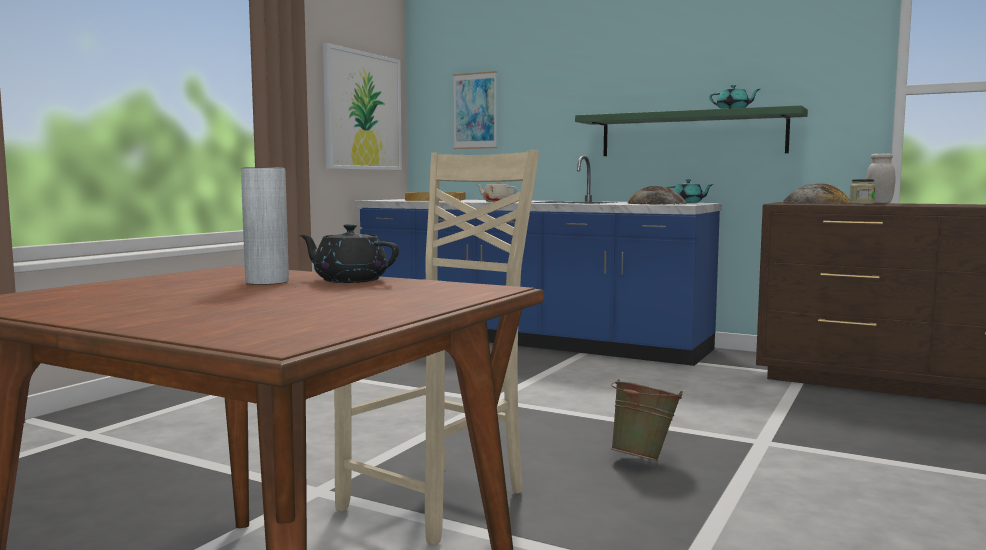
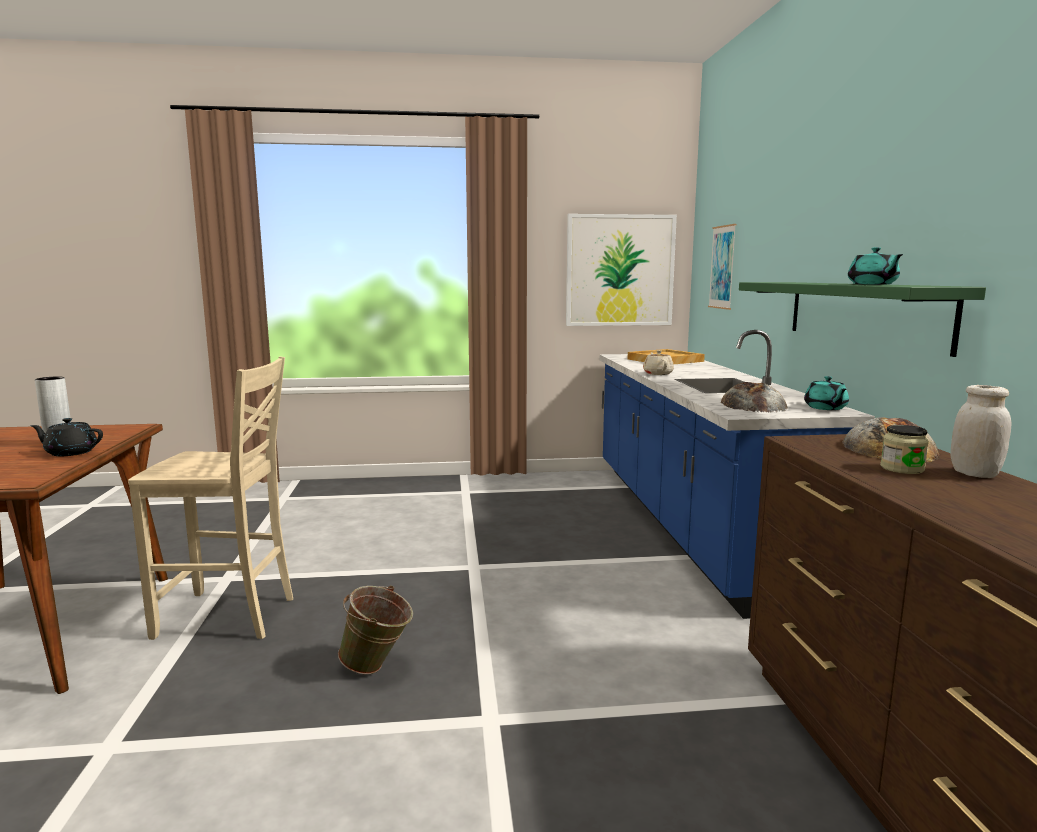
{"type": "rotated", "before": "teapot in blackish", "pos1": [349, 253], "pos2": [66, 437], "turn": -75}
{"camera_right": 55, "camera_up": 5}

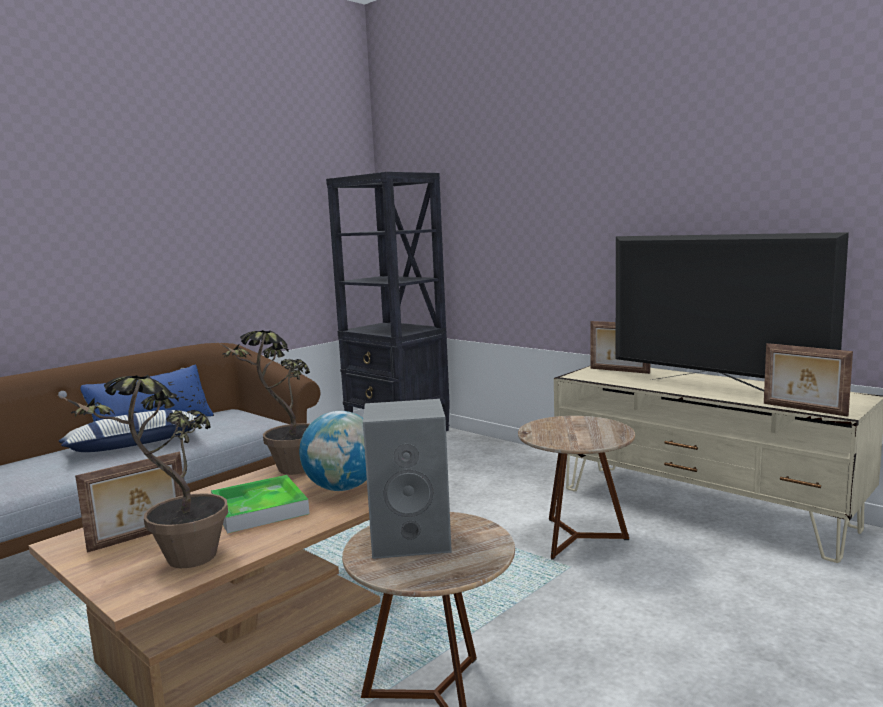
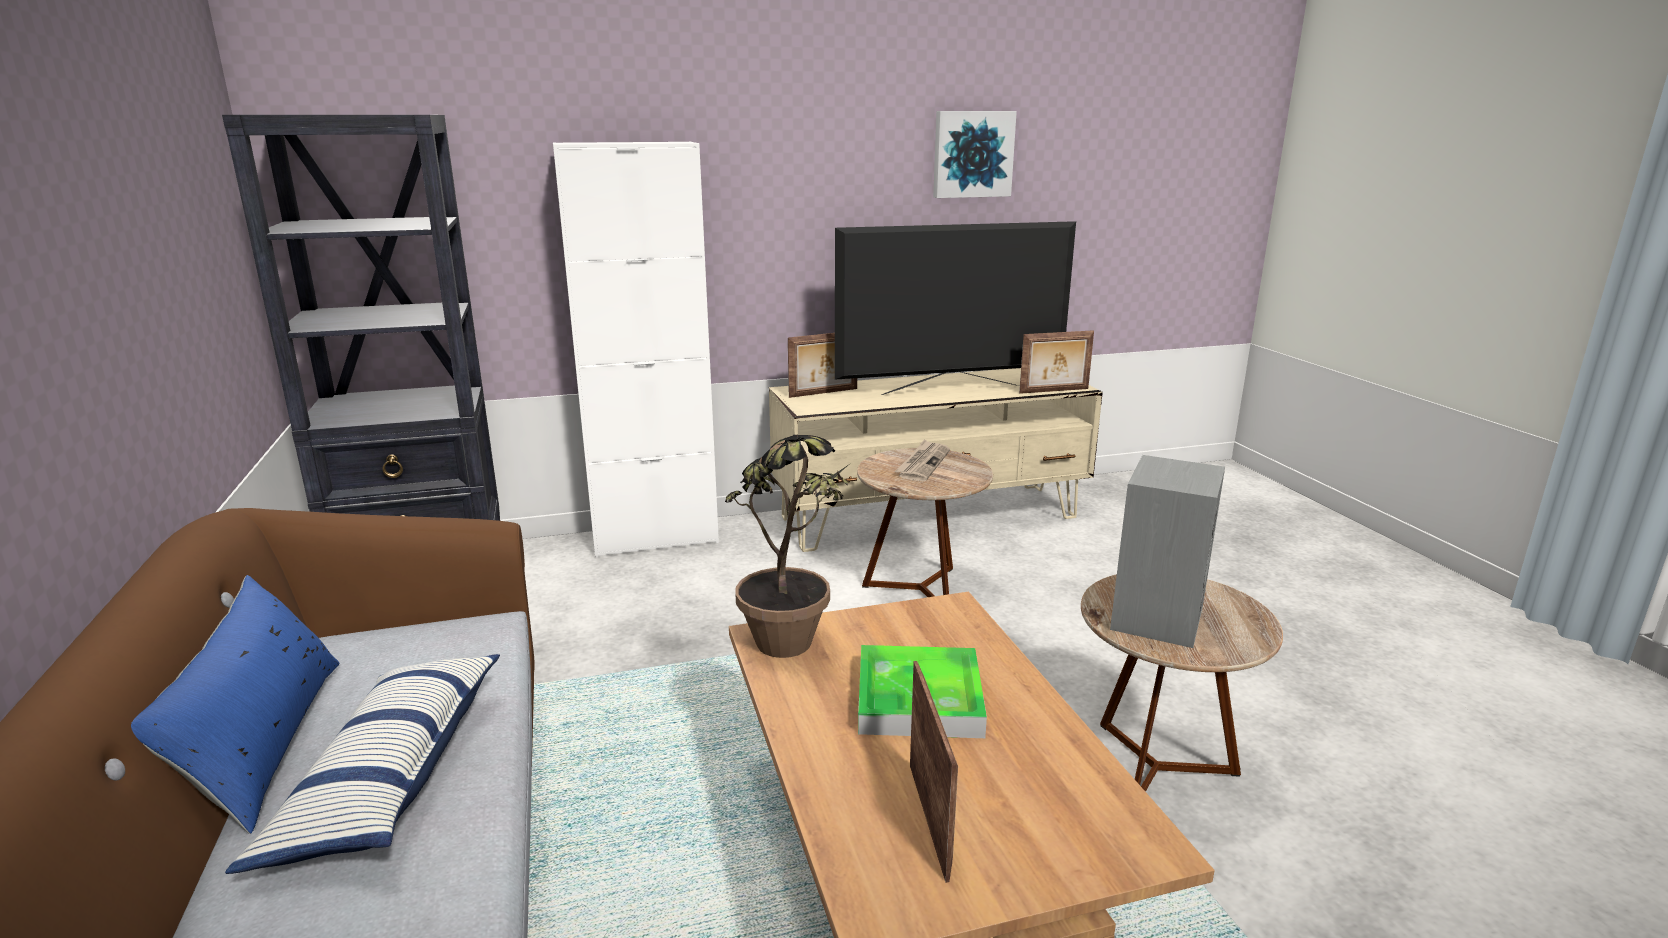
{"type": "gone", "before": "potted plant", "pos1": [143, 471]}
{"type": "gone", "before": "world globe", "pos1": [333, 451]}
{"type": "new", "after": "cupboard in whitish", "pos2": [636, 350]}
{"type": "new", "after": "newspaper", "pos2": [922, 460]}
{"type": "new", "after": "picture", "pos2": [975, 154]}
{"camera_right": -60, "camera_up": 10}

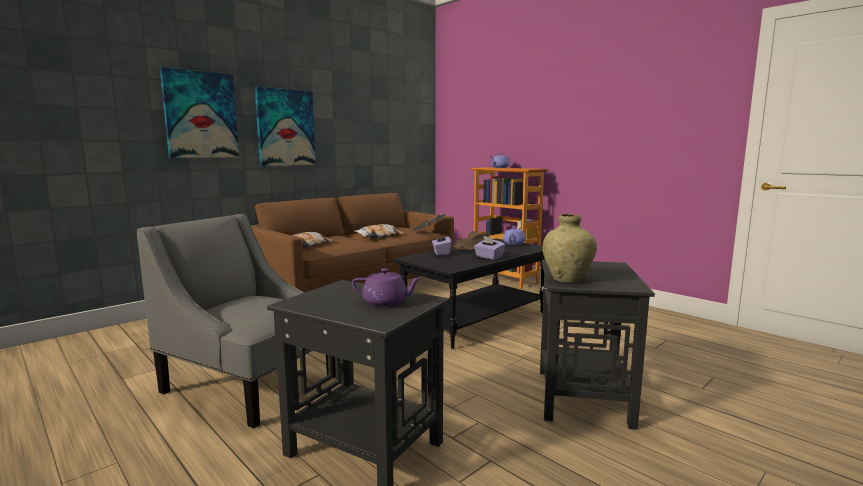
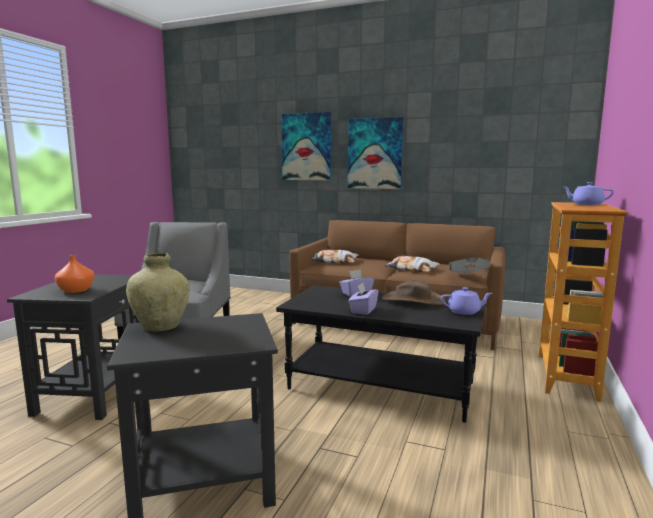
{"type": "swapped", "before": "teapot in purple-coloured", "after": "decorative vase in orange", "pos1": [387, 287], "pos2": [74, 274]}
{"camera_right": 65, "camera_up": 0}

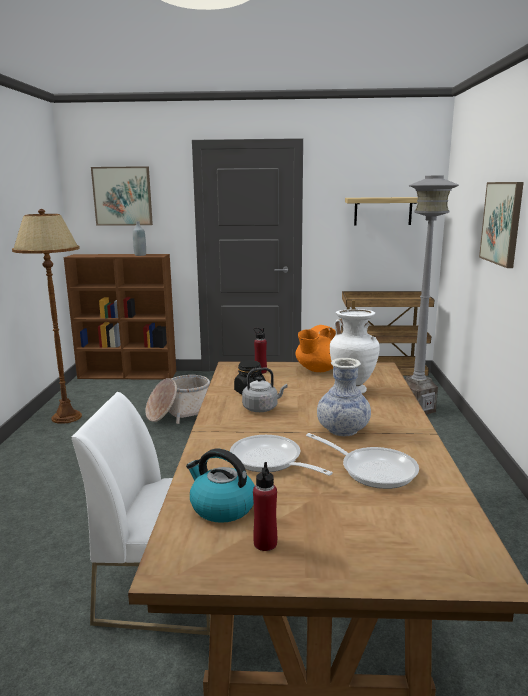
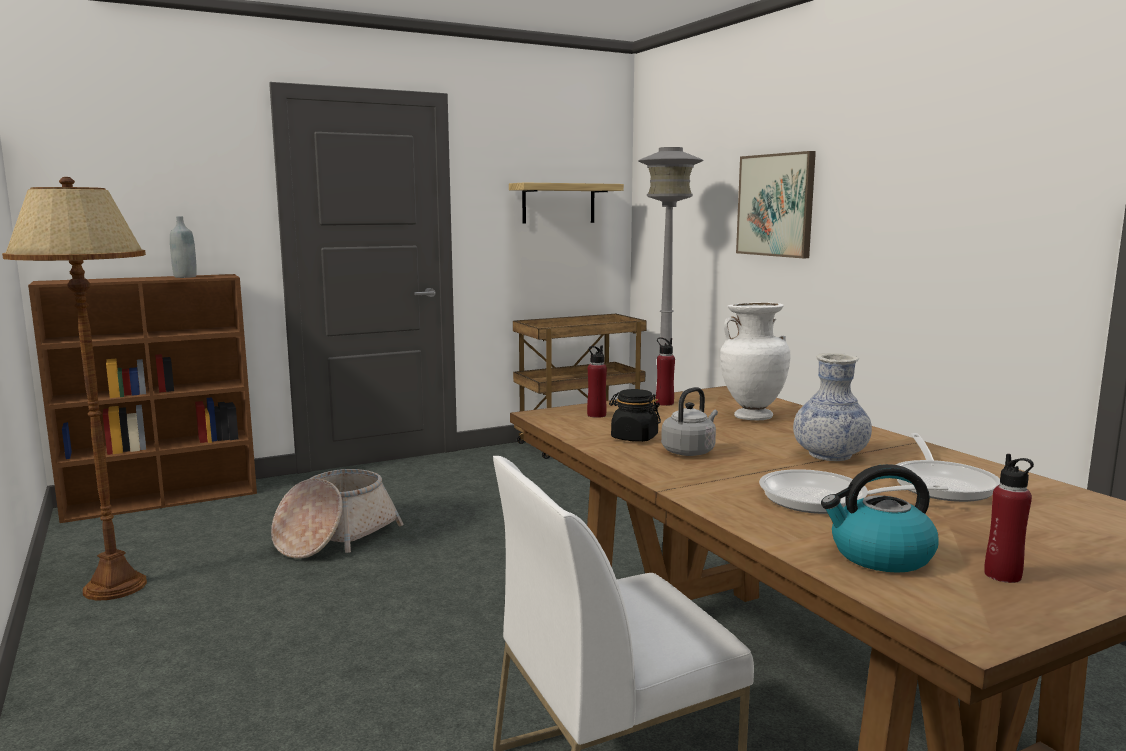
{"type": "gone", "before": "picture", "pos1": [122, 196]}
{"type": "swapped", "before": "teapot in orange", "after": "bottle in reddish", "pos1": [316, 348], "pos2": [665, 371]}
{"type": "rotated", "before": "frying pan", "pos1": [362, 461], "pos2": [948, 467], "turn": 90}
{"camera_right": -30, "camera_up": -5}

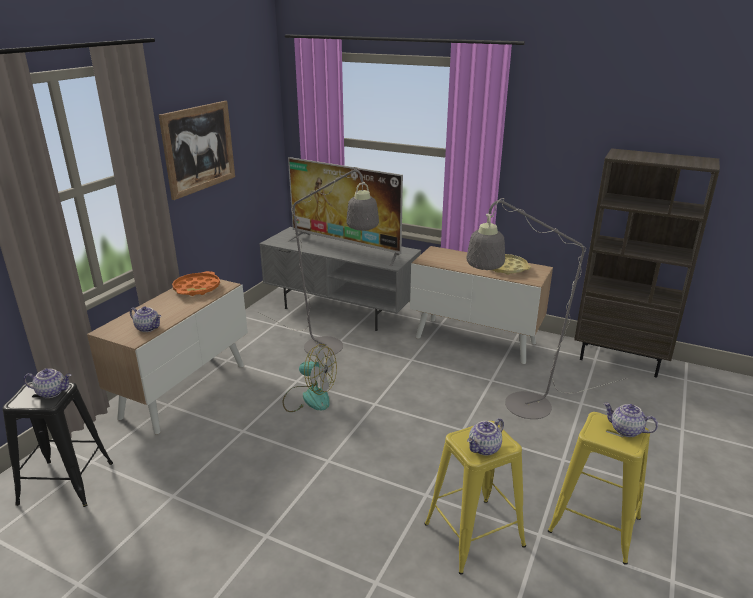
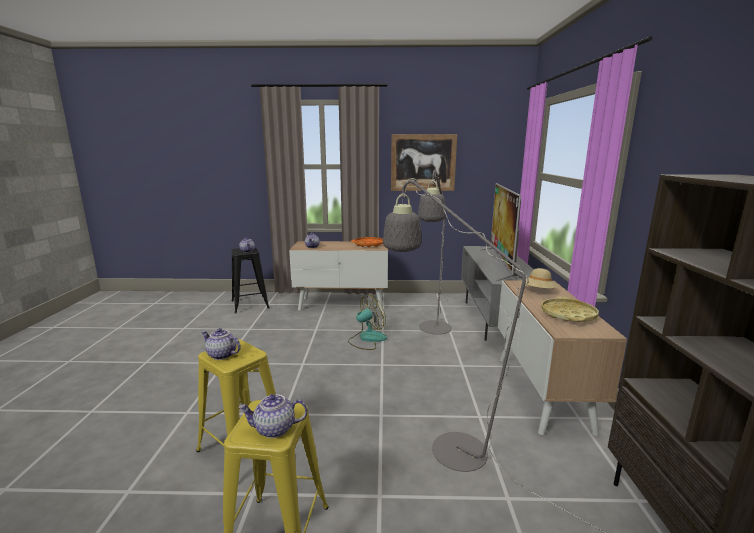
{"type": "rotated", "before": "electric fan", "pos1": [310, 378], "pos2": [367, 322], "turn": -120}
{"type": "rotated", "before": "teapot", "pos1": [630, 419], "pos2": [273, 416], "turn": -105}
{"type": "new", "after": "hat in sand-coloured", "pos2": [539, 278]}
{"camera_right": 65, "camera_up": -10}

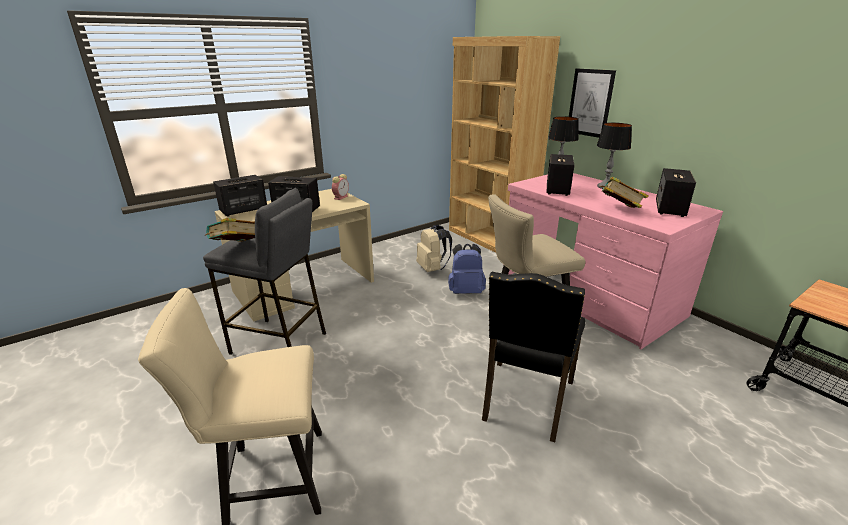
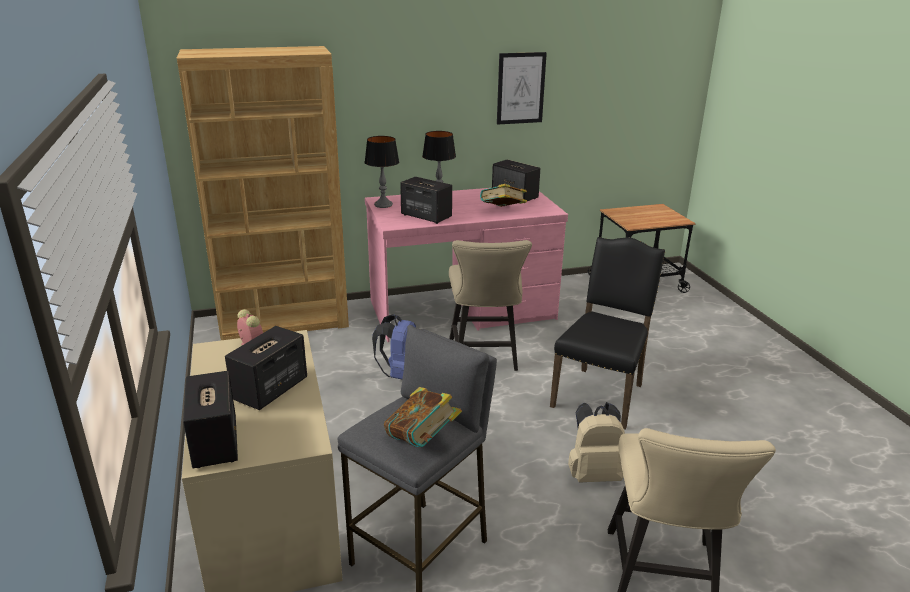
{"type": "shifted", "before": "knapsack in sand-coloured", "pos1": [434, 248], "pos2": [596, 442]}
{"type": "rotated", "before": "plain chair in blackish", "pos1": [533, 357], "pos2": [607, 333], "turn": -105}
{"type": "shifted", "before": "picture", "pos1": [592, 103], "pos2": [522, 88]}
{"camera_right": -70, "camera_up": 0}

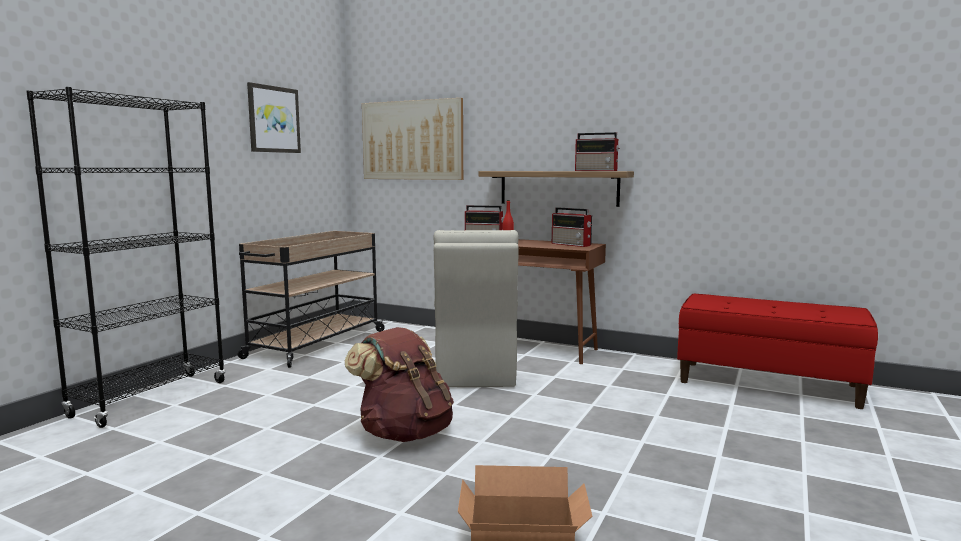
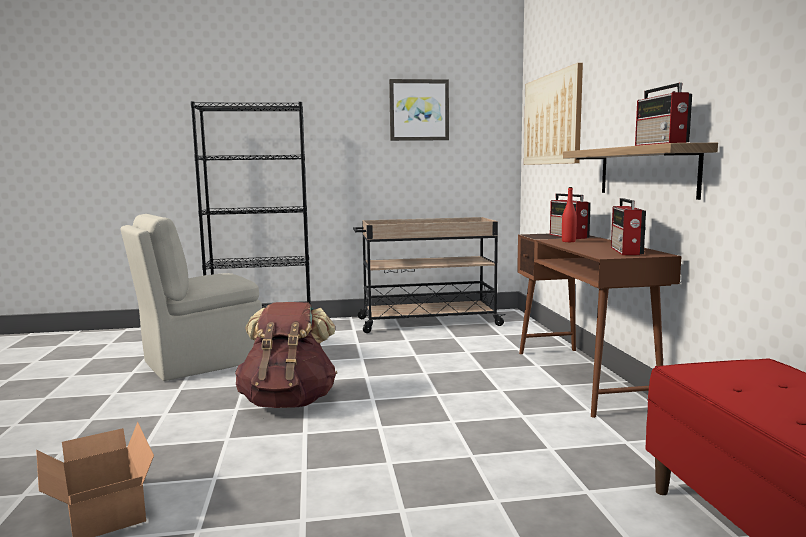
{"type": "shifted", "before": "plain chair in sand-coloured", "pos1": [476, 308], "pos2": [191, 297]}
{"camera_right": 55, "camera_up": 0}

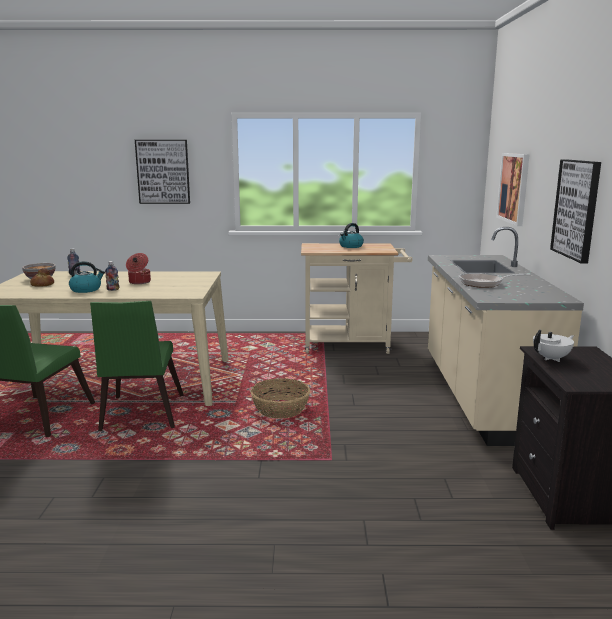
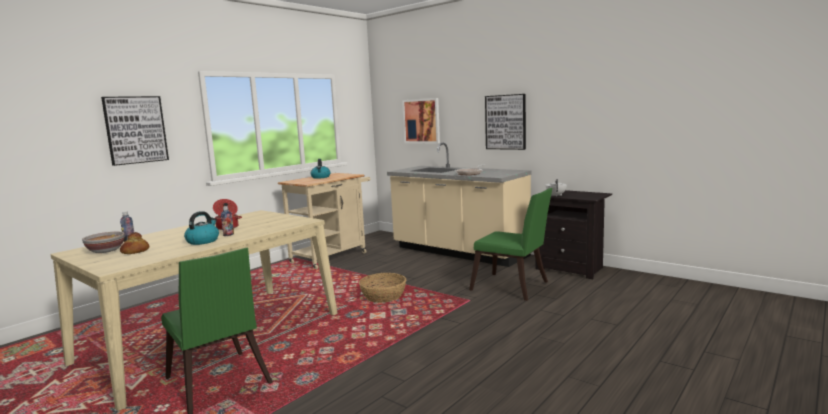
{"type": "shifted", "before": "plain chair in green-coloured", "pos1": [137, 366], "pos2": [510, 244]}
{"camera_right": -50, "camera_up": -5}

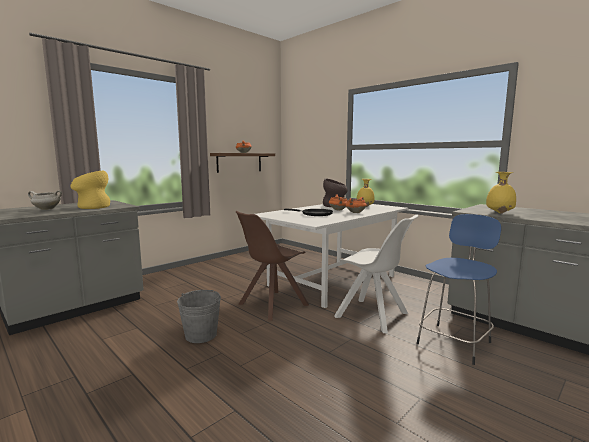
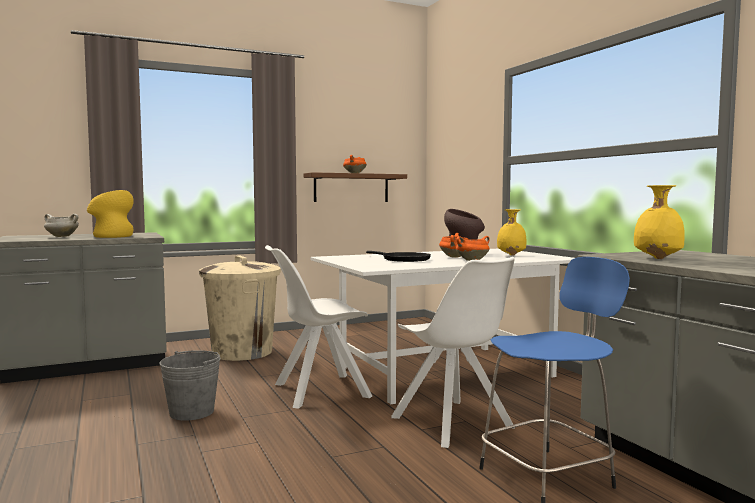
{"type": "repainted", "before": "plain chair in brownish", "after": "plain chair in whitish", "pos1": [272, 265], "pos2": [318, 327]}
{"type": "new", "after": "rubbish bin in sand-coloured", "pos2": [240, 308]}
{"camera_right": 20, "camera_up": -5}

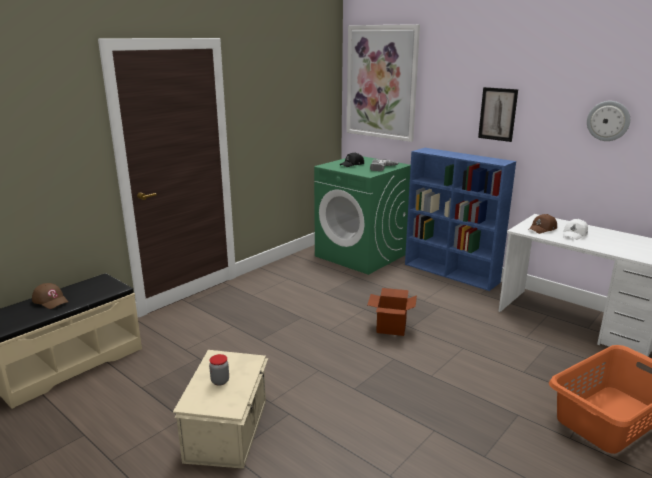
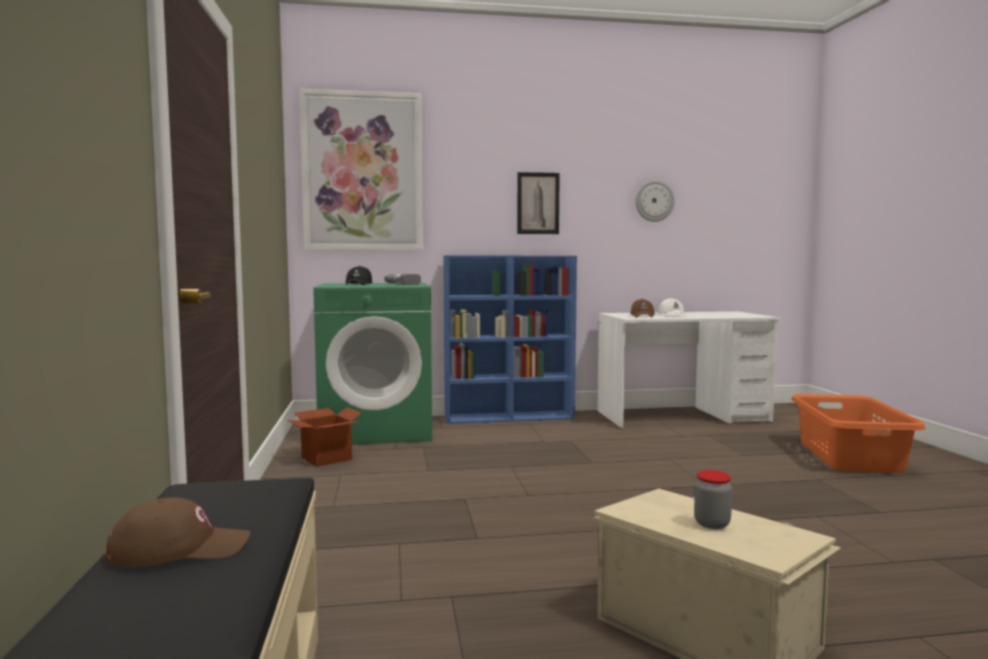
{"type": "shifted", "before": "packing box", "pos1": [392, 312], "pos2": [324, 437]}
{"camera_right": -50, "camera_up": -15}

